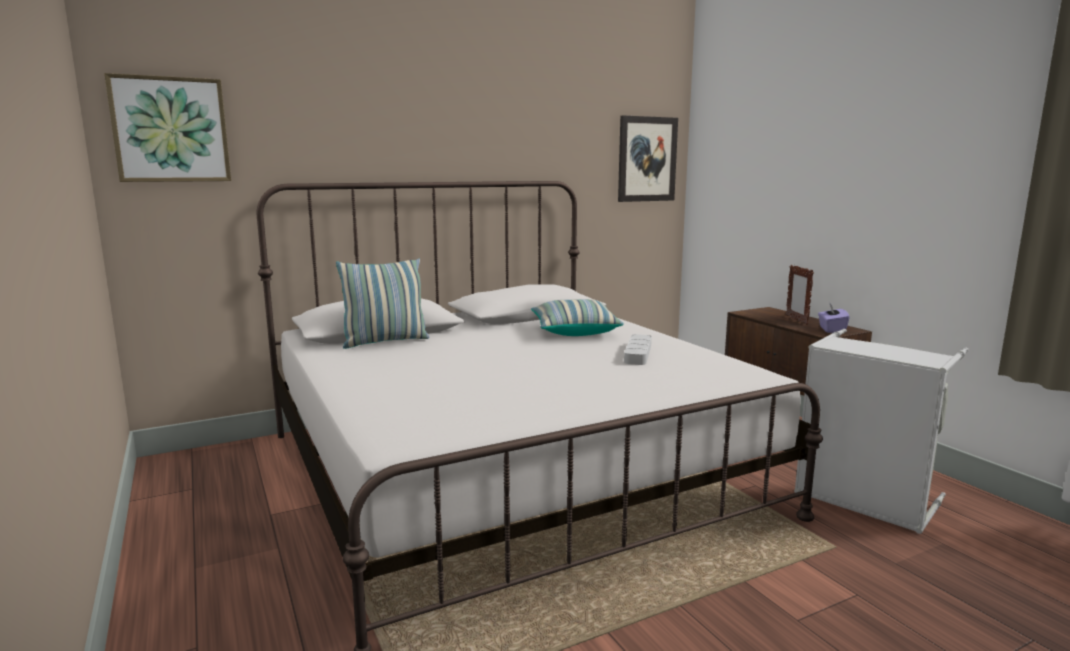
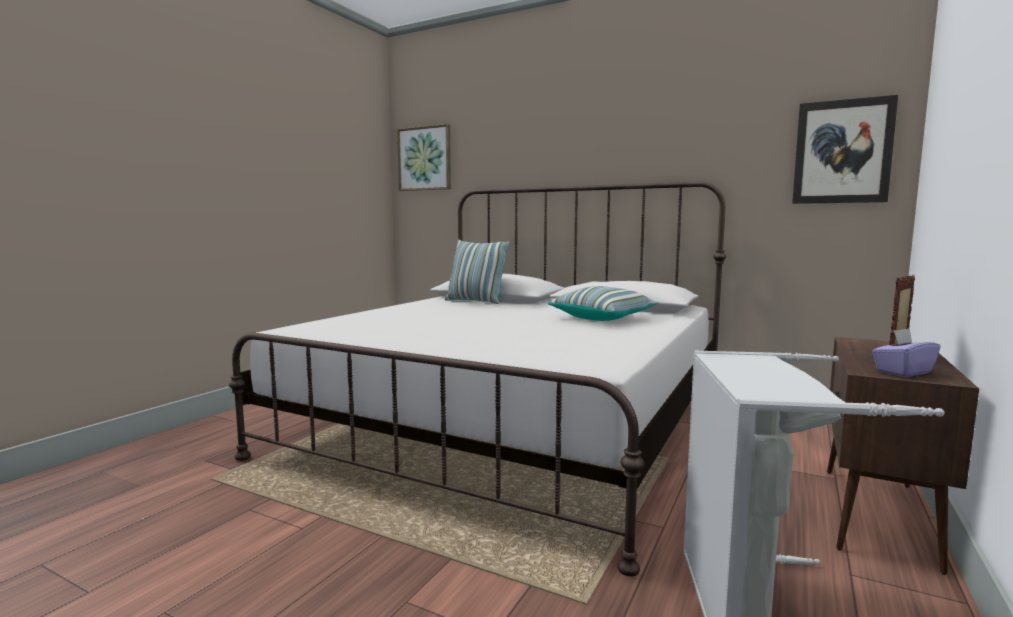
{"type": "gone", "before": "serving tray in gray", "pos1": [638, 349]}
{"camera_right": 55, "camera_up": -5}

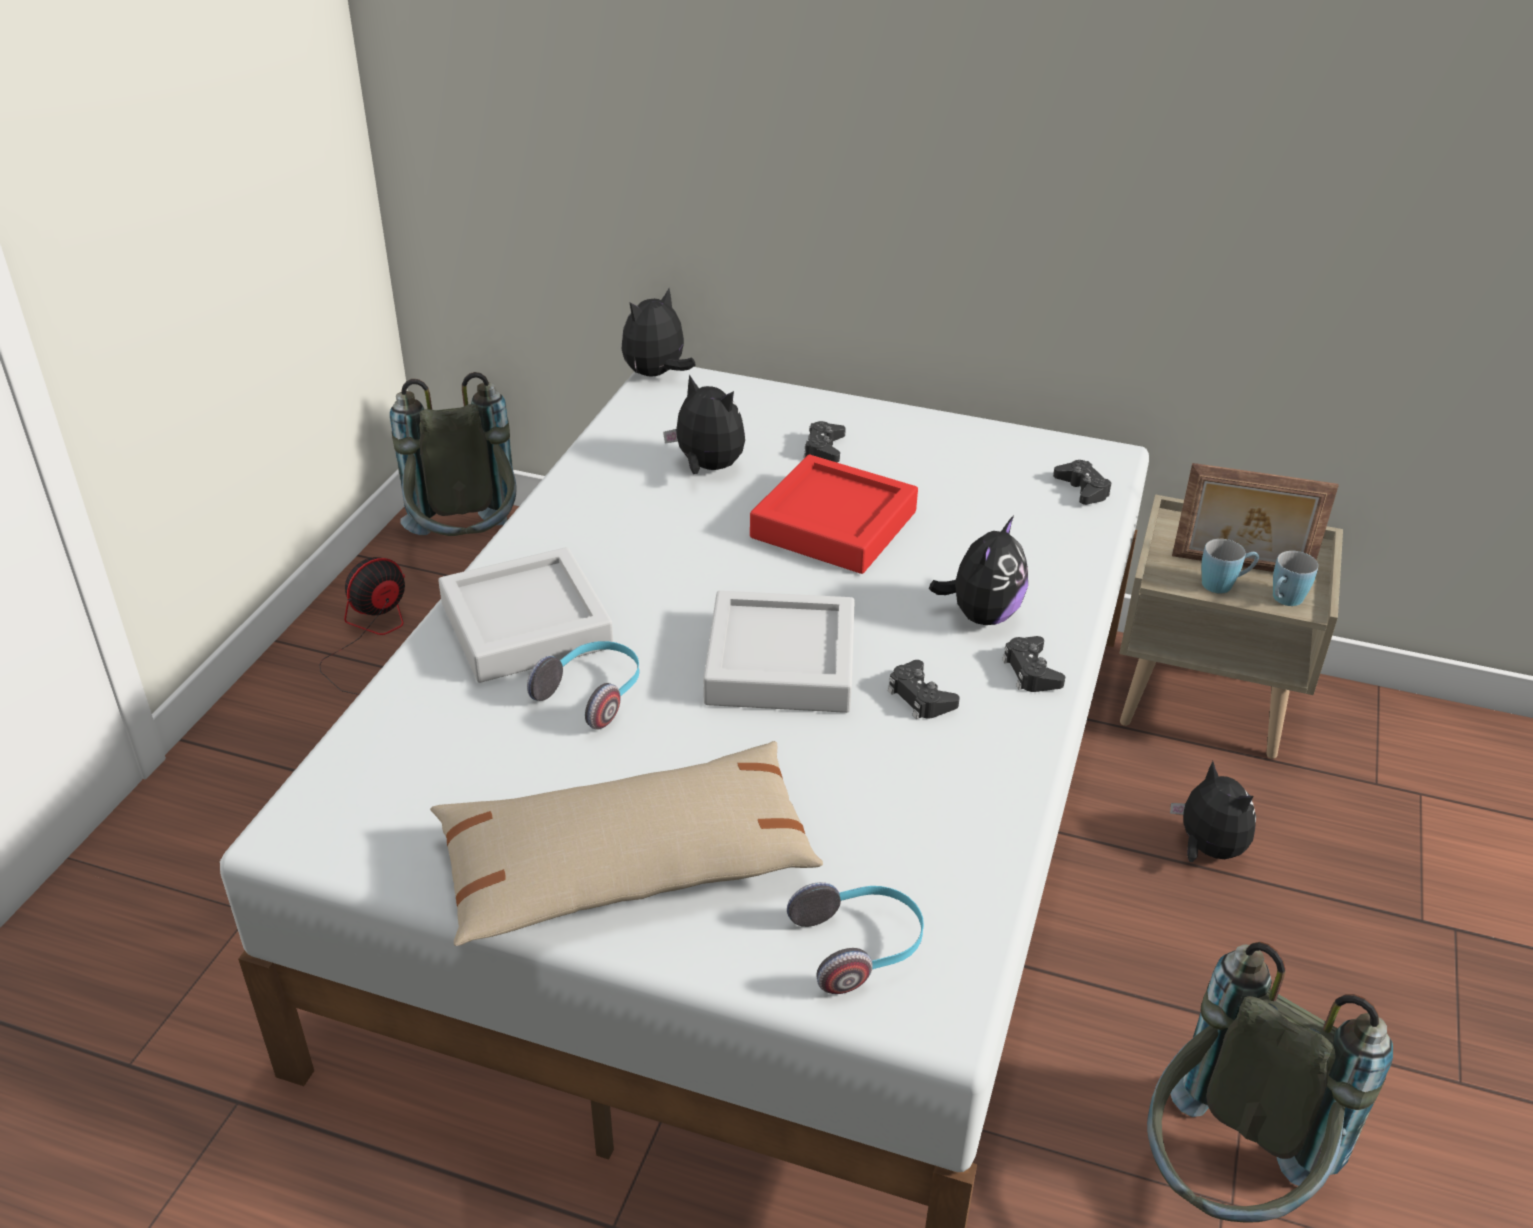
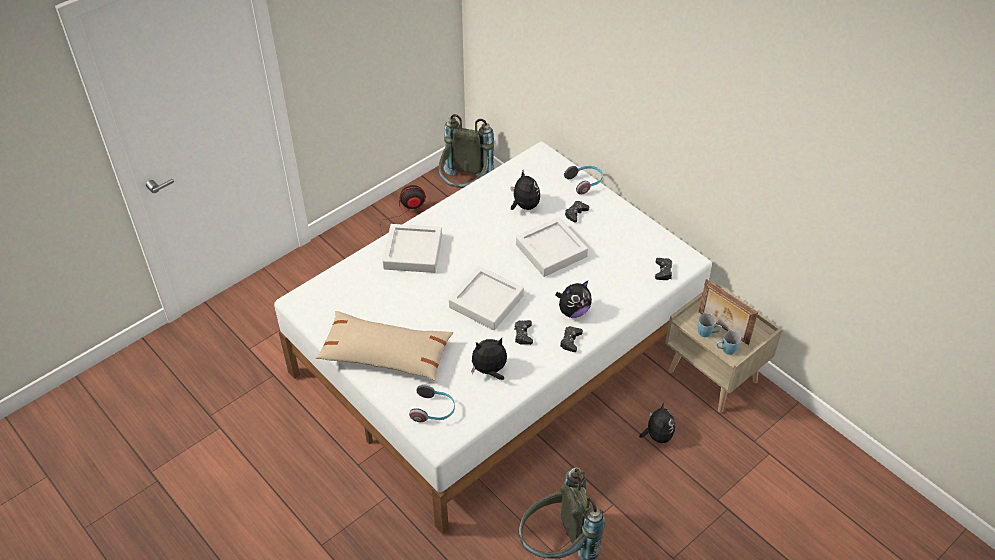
{"type": "shifted", "before": "pair of headphones", "pos1": [583, 685], "pos2": [583, 180]}
{"type": "shifted", "before": "cuddly toy", "pos1": [658, 332], "pos2": [489, 359]}
{"type": "repainted", "before": "serving tray in reddish", "after": "serving tray in gray", "pos1": [834, 514], "pos2": [552, 247]}
{"camera_right": 30, "camera_up": 10}

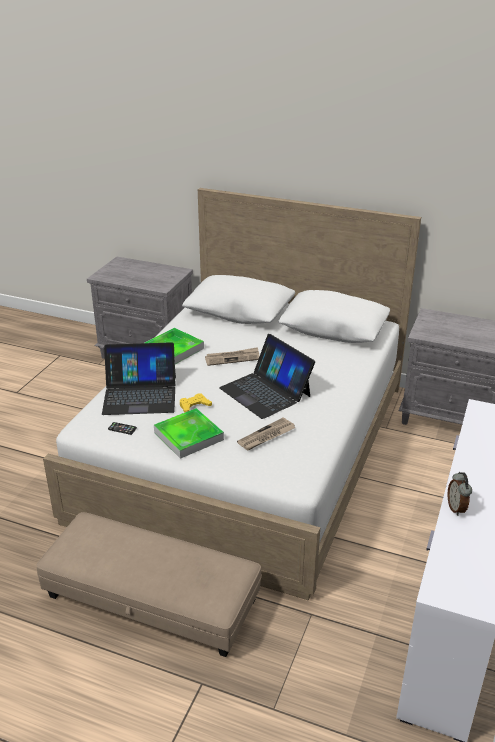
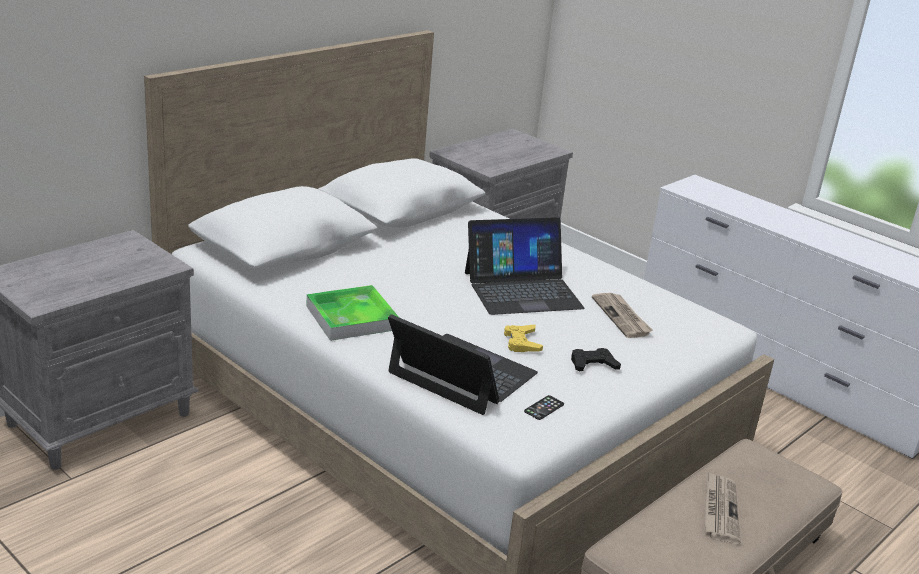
{"type": "rotated", "before": "notebook computer", "pos1": [139, 378], "pos2": [463, 364], "turn": -75}
{"type": "swapped", "before": "serving tray", "after": "game controller in blackish", "pos1": [189, 433], "pos2": [596, 360]}
{"type": "shifted", "before": "newspaper", "pos1": [232, 356], "pos2": [723, 507]}
{"type": "gone", "before": "alarm clock", "pos1": [459, 494]}
{"camera_right": -70, "camera_up": -5}

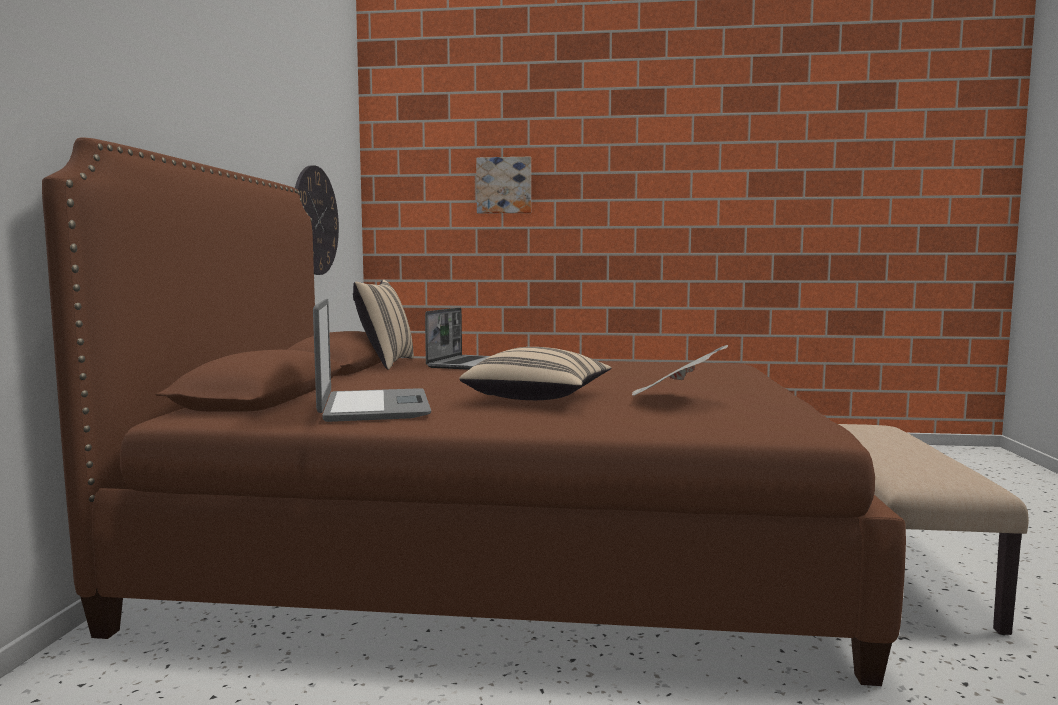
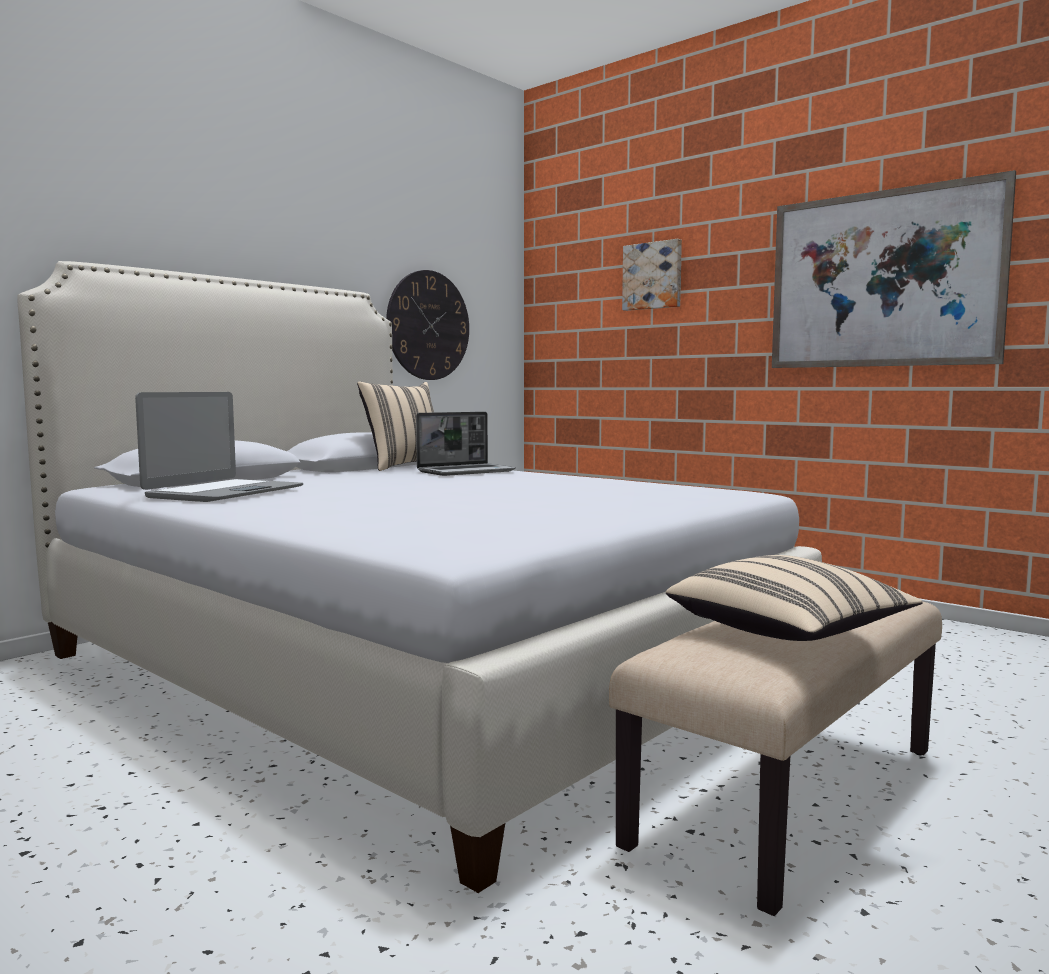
{"type": "repainted", "before": "sleeping bed in brownish", "after": "sleeping bed in whitish", "pos1": [474, 411], "pos2": [419, 577]}
{"type": "shifted", "before": "pillow in sand-coloured", "pos1": [535, 373], "pos2": [794, 598]}
{"type": "gone", "before": "newspaper", "pos1": [680, 370]}
{"type": "new", "after": "picture", "pos2": [894, 269]}
{"camera_right": 35, "camera_up": 0}

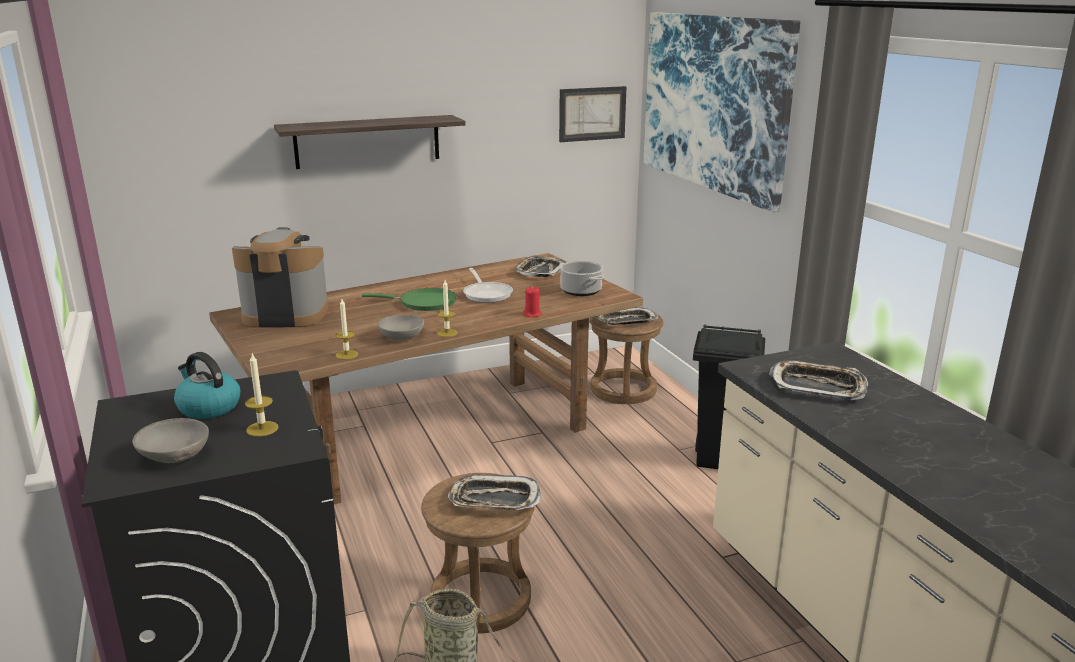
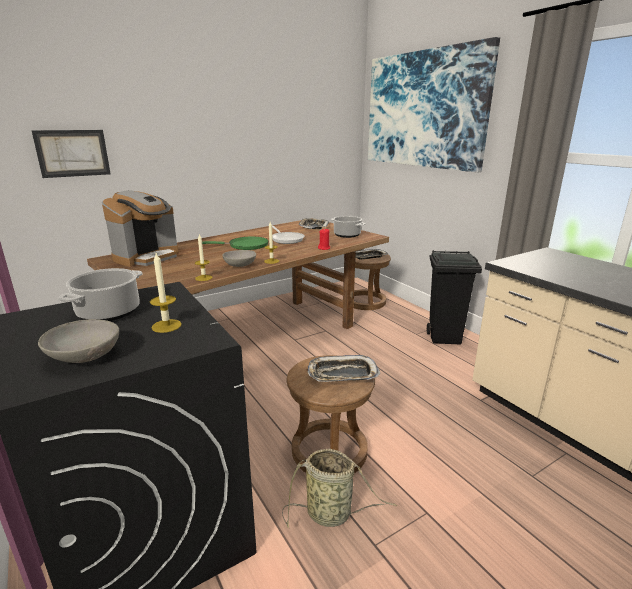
{"type": "swapped", "before": "tea kettle", "after": "stockpot", "pos1": [207, 385], "pos2": [100, 294]}
{"type": "rotated", "before": "coffee brewer", "pos1": [280, 278], "pos2": [140, 228], "turn": 135}
{"type": "gone", "before": "shelf", "pos1": [370, 142]}
{"type": "shifted", "before": "picture", "pos1": [592, 114], "pos2": [71, 154]}
{"type": "gone", "before": "serving tray", "pos1": [818, 380]}
{"camera_right": -10, "camera_up": 0}

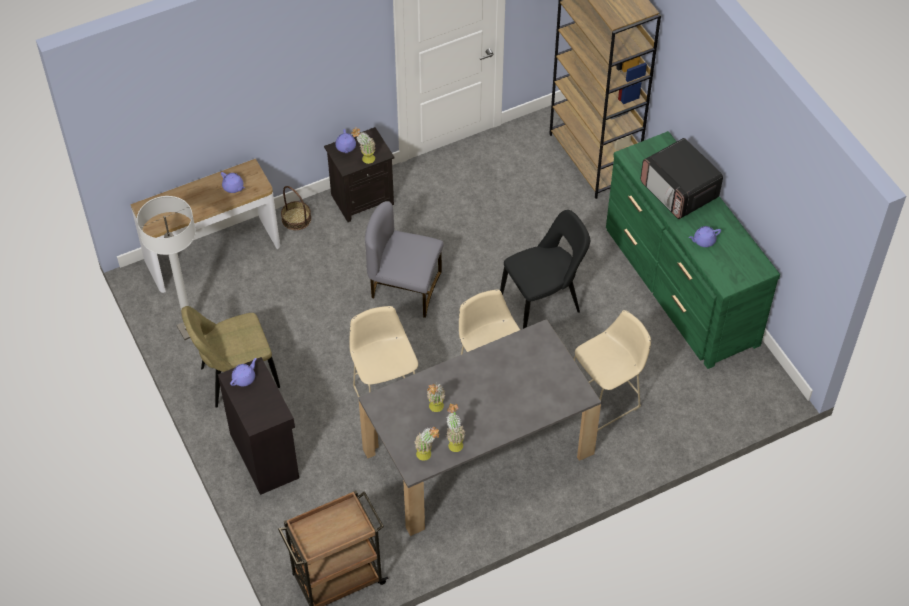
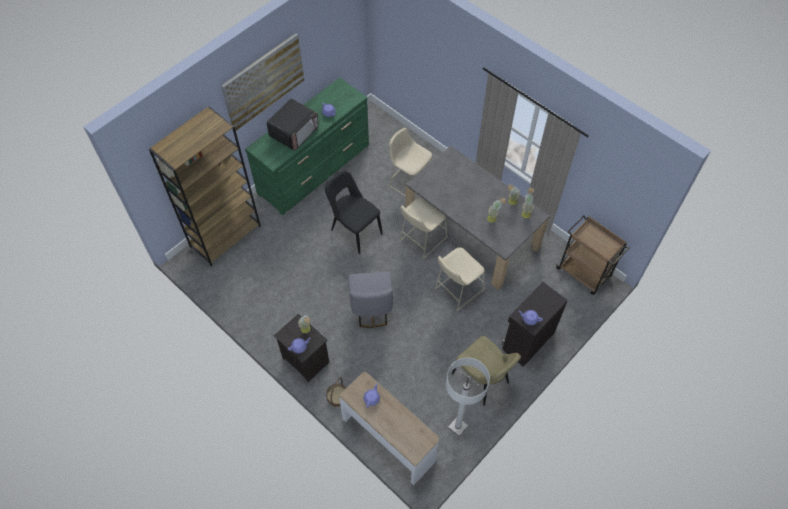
{"type": "new", "after": "picture", "pos2": [262, 82]}
{"camera_right": -110, "camera_up": 5}

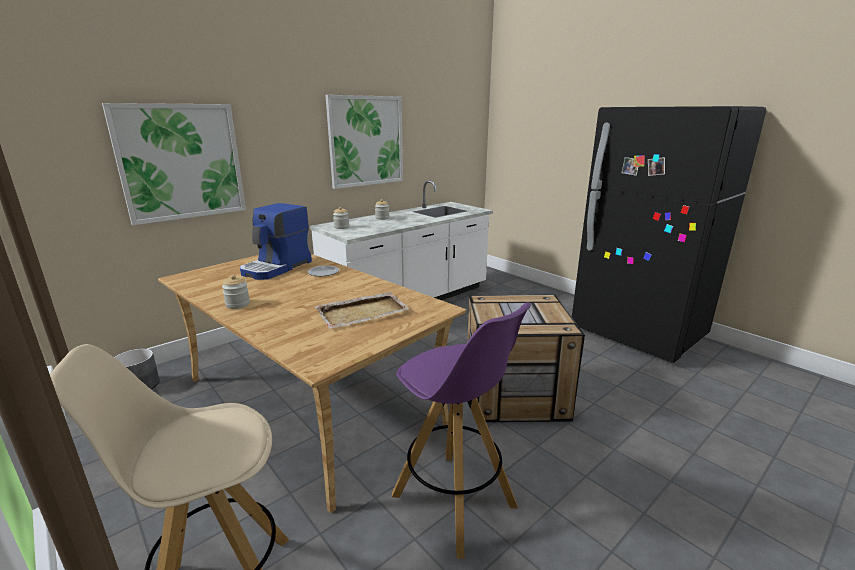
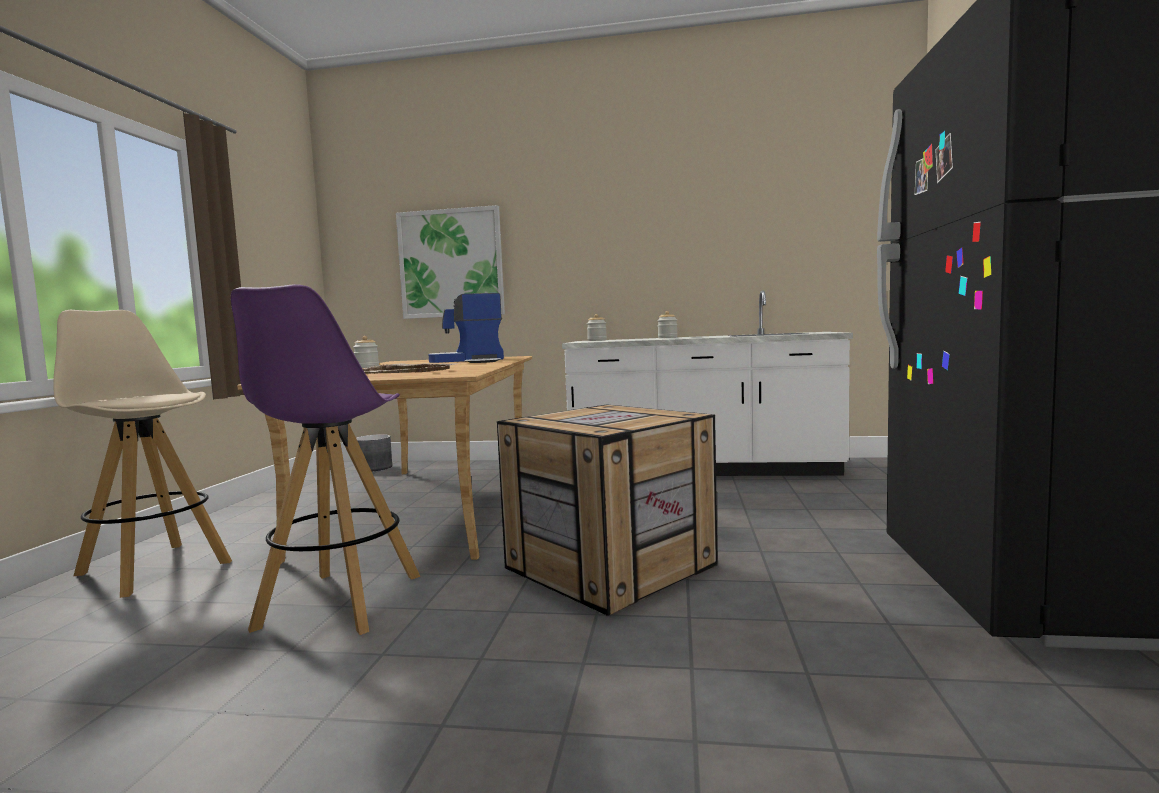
{"type": "gone", "before": "picture", "pos1": [364, 142]}
{"camera_right": 50, "camera_up": -15}

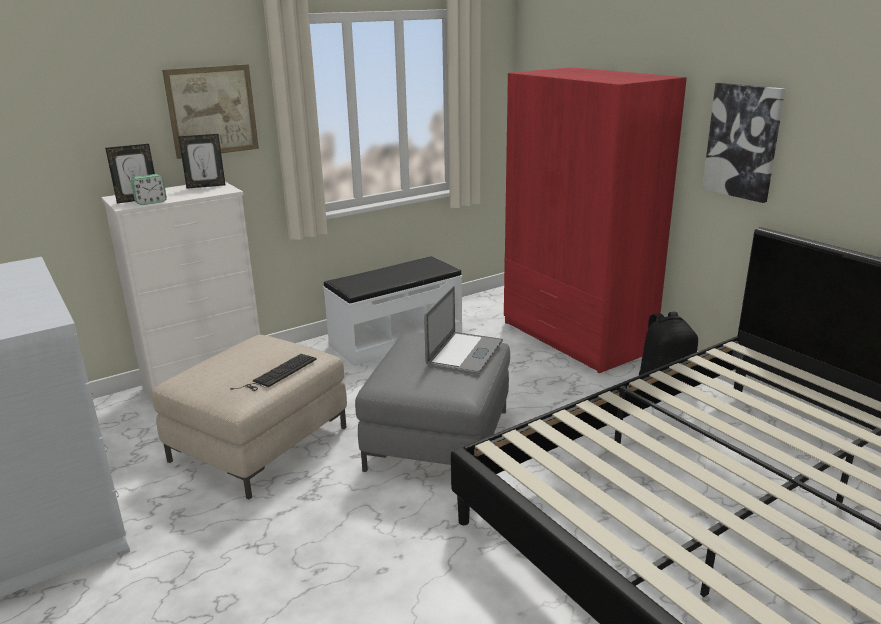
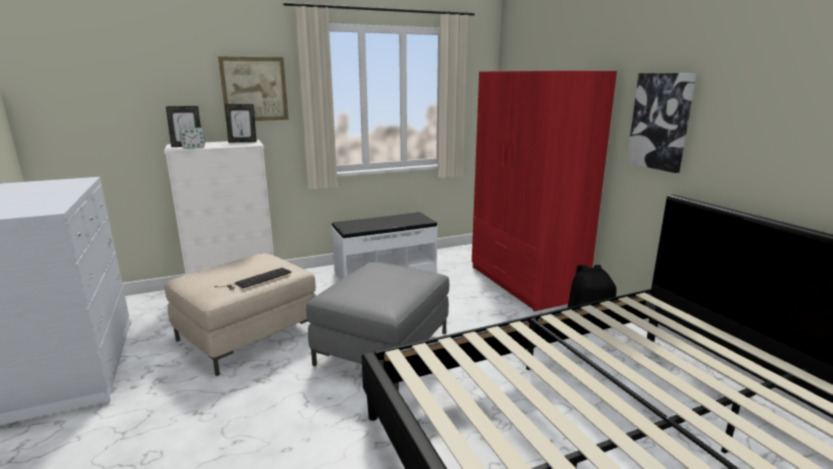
{"type": "gone", "before": "notebook computer", "pos1": [463, 330]}
{"camera_right": 10, "camera_up": -5}

